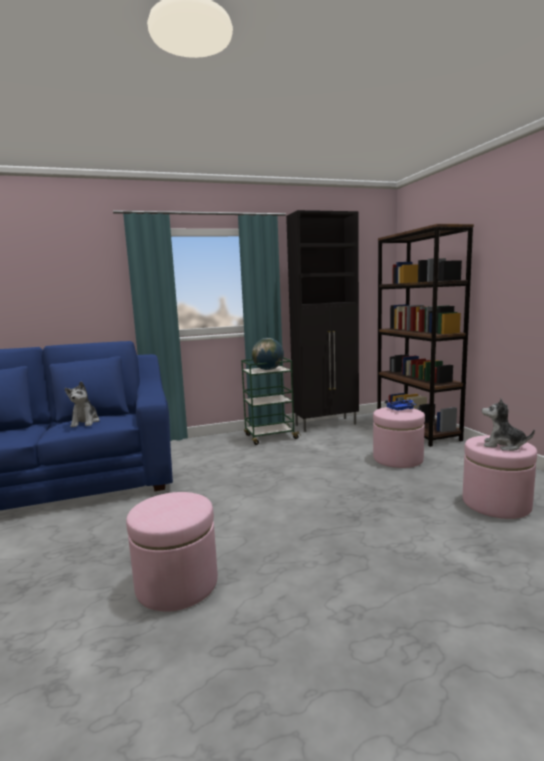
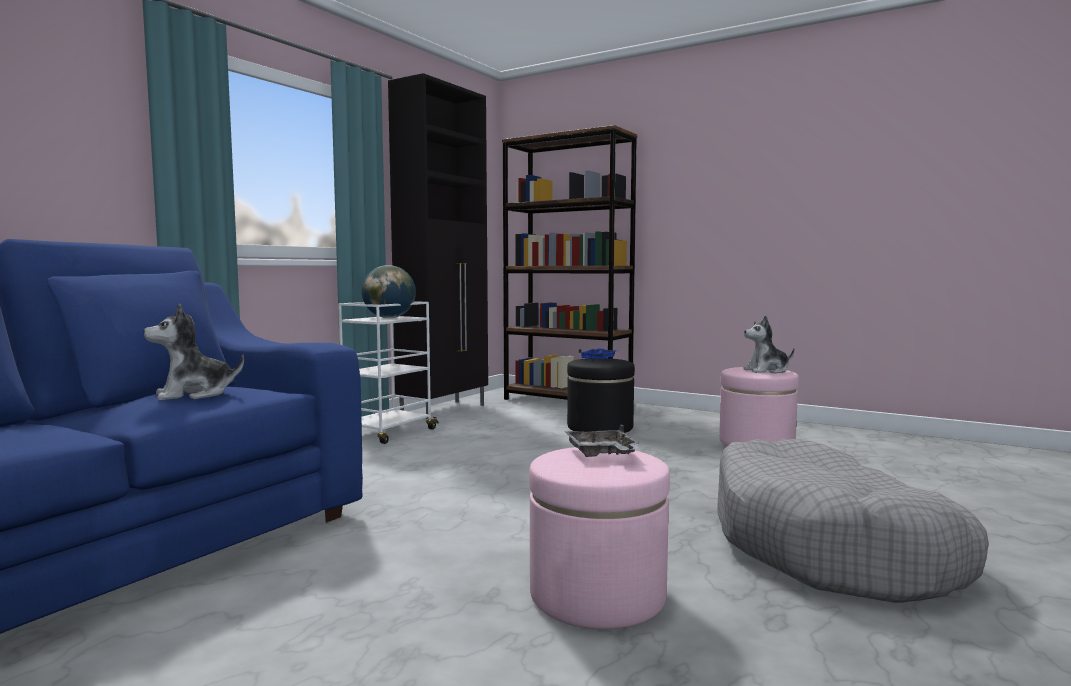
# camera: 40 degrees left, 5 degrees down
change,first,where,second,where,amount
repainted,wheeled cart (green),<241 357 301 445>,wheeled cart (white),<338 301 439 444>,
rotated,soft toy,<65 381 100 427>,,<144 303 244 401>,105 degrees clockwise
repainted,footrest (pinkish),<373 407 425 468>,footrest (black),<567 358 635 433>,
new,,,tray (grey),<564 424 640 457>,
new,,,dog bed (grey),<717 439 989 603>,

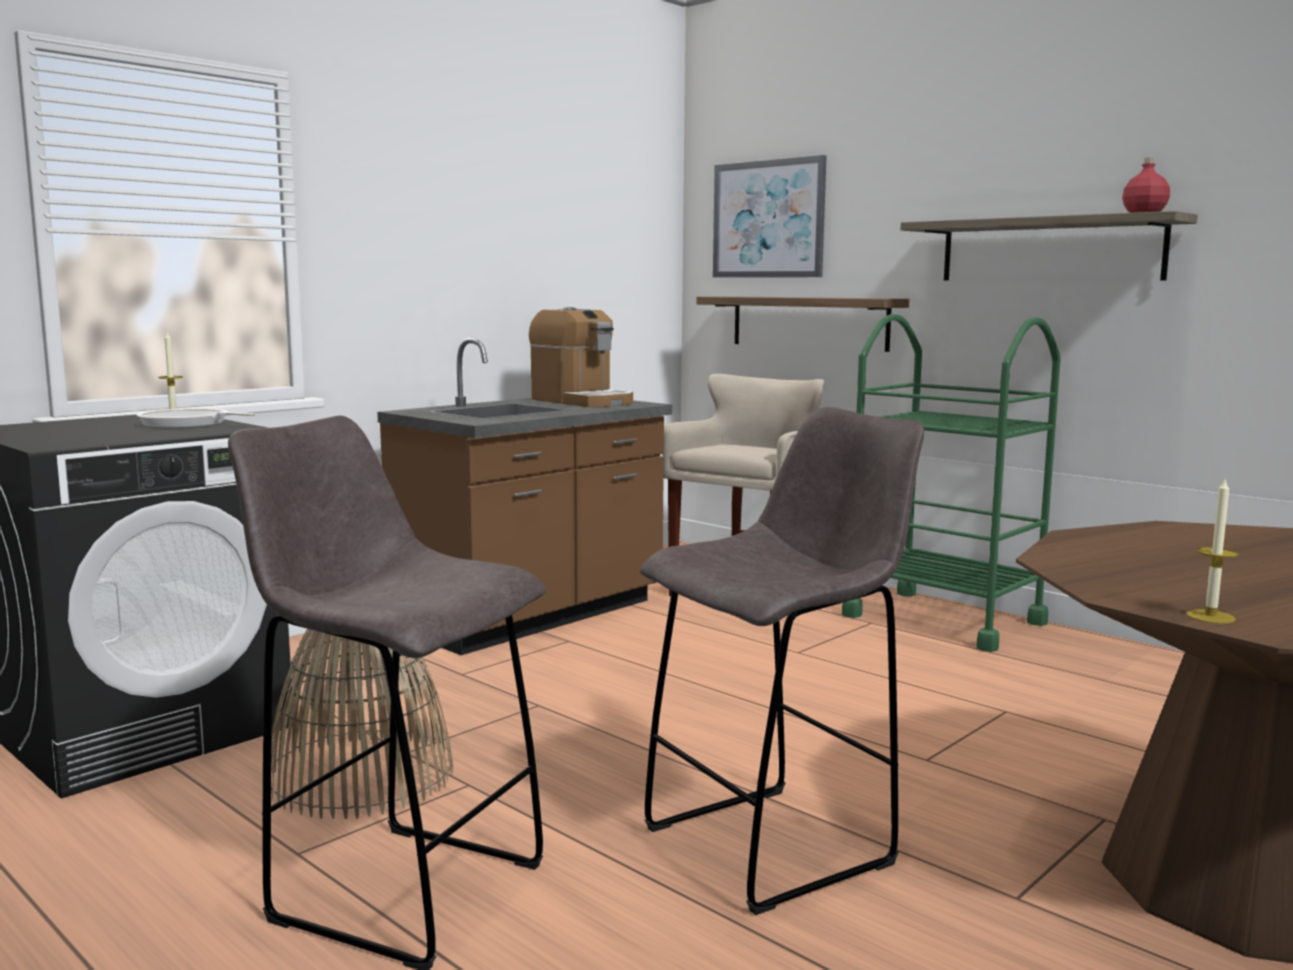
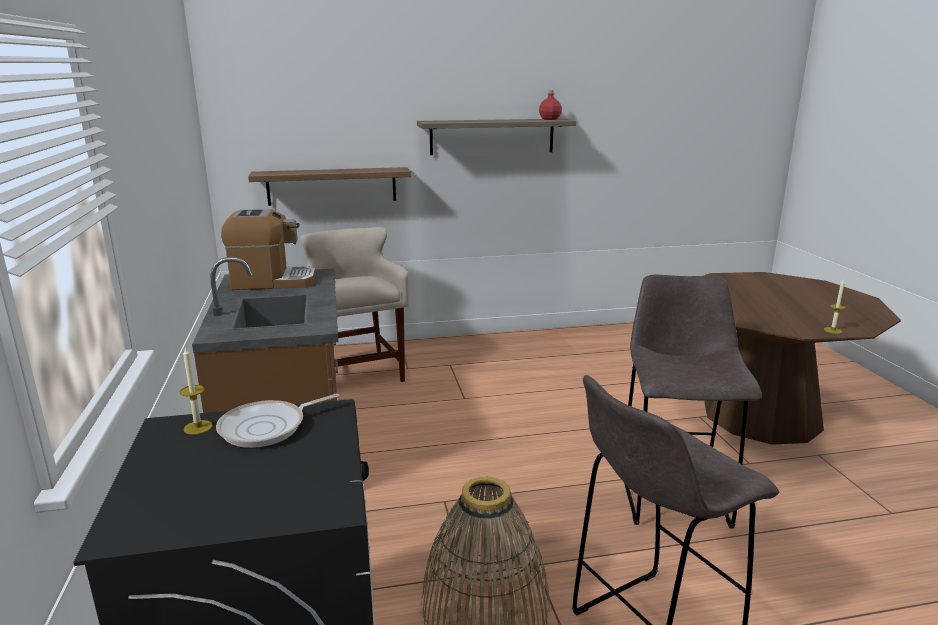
# camera: 55 degrees left, 10 degrees up
change,first,where,second,where,amount
gone,wall picture,<713 155 827 278>,,,
gone,wheeled cart (green),<842 314 1061 652>,,,

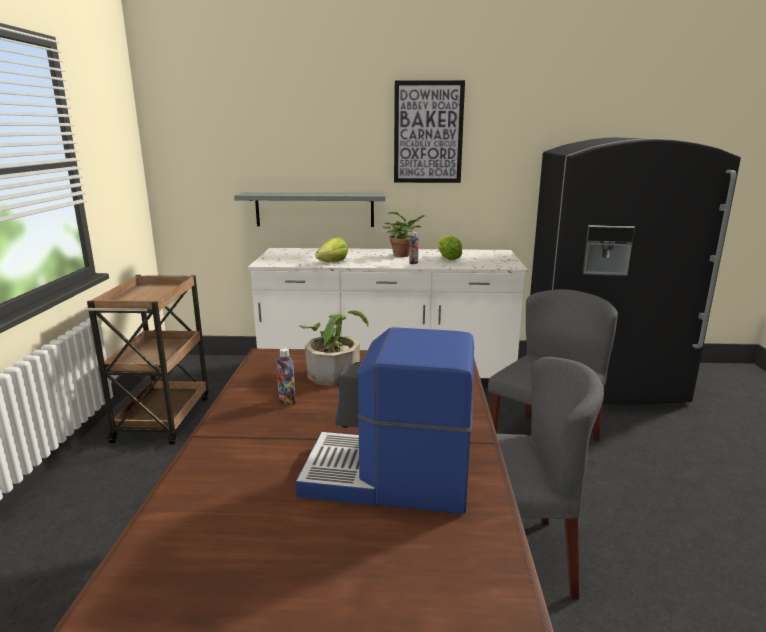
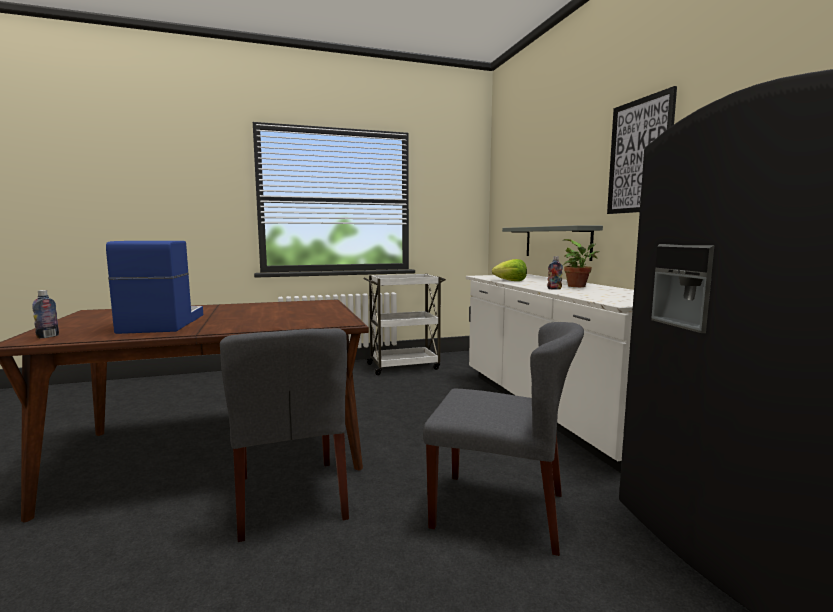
# camera: 70 degrees right, 10 degrees down
change,first,where,second,where,amount
gone,head of lettuce,<438 235 462 260>,,,
repainted,wheeled cart (brown),<87 275 208 445>,wheeled cart (white),<364 274 446 375>,
gone,plant in a pot,<299 310 369 386>,,,
shifted,drink bottle,<276 348 296 406>,,<32 290 59 338>,

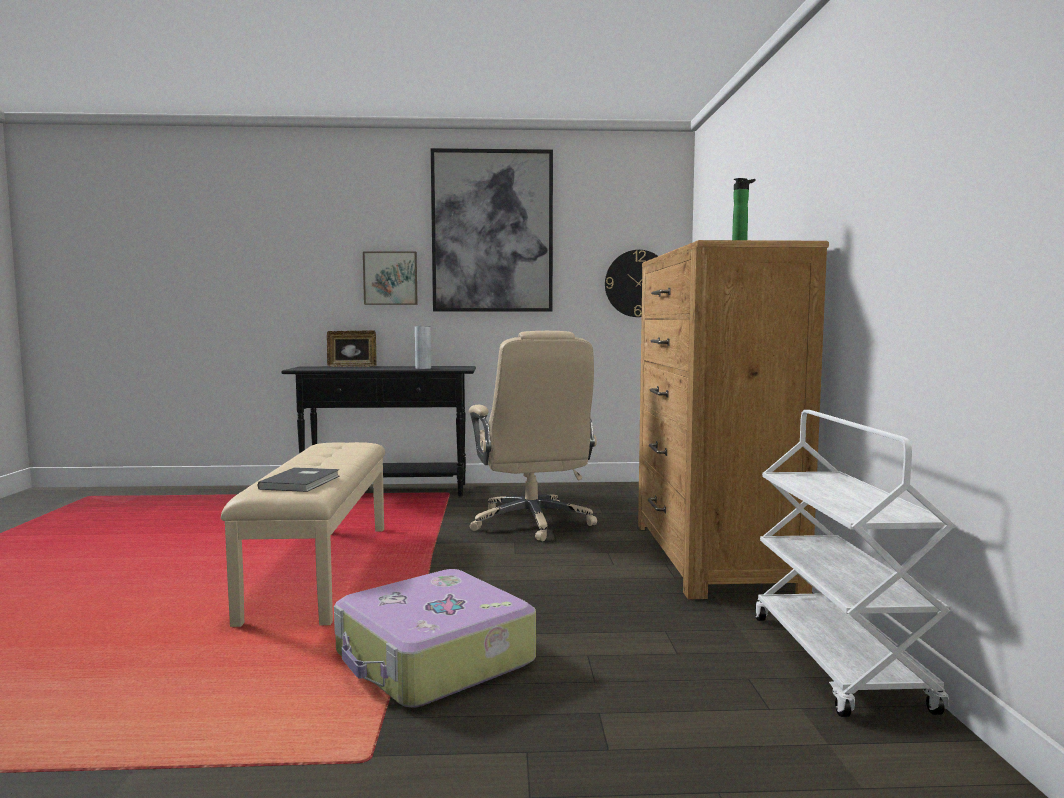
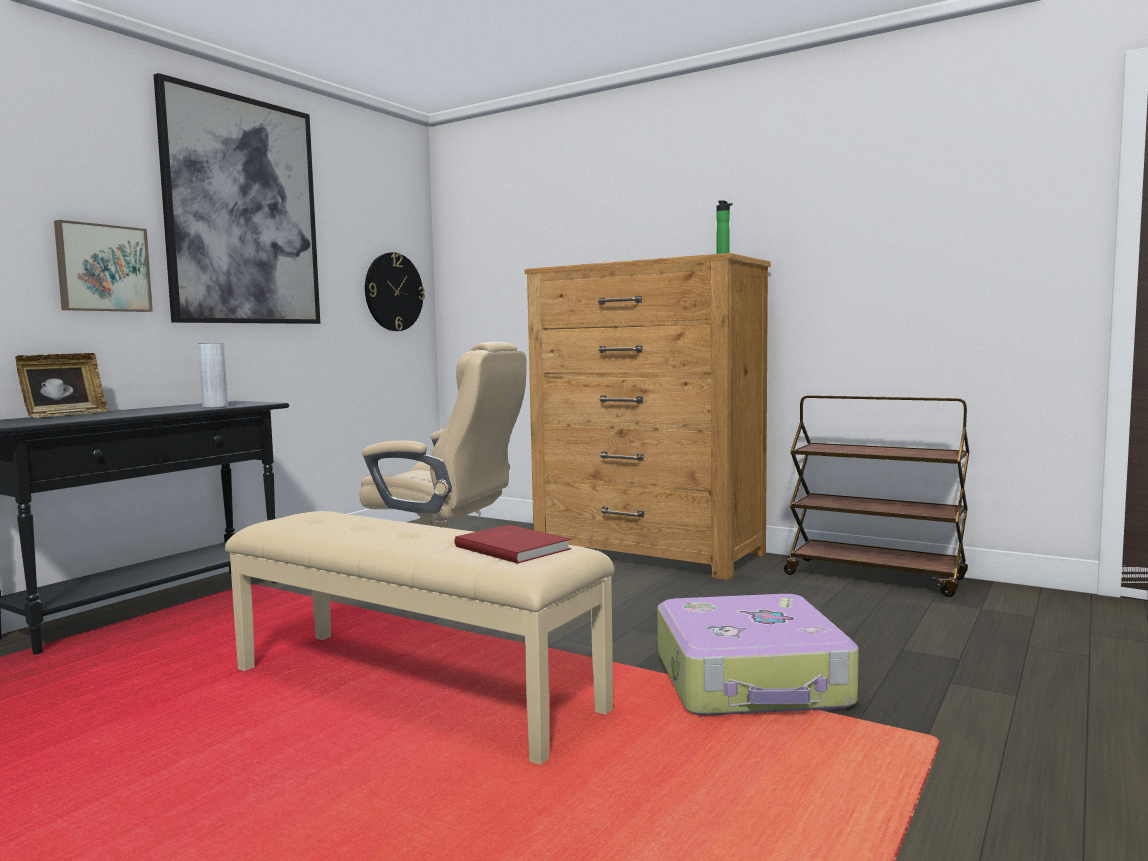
# camera: 55 degrees left, 0 degrees up
change,first,where,second,where,amount
repainted,wheeled cart (white),<755 410 956 717>,wheeled cart (brown),<784 395 969 597>,
repainted,volume (grey),<258 467 340 492>,volume (red),<454 525 571 564>,

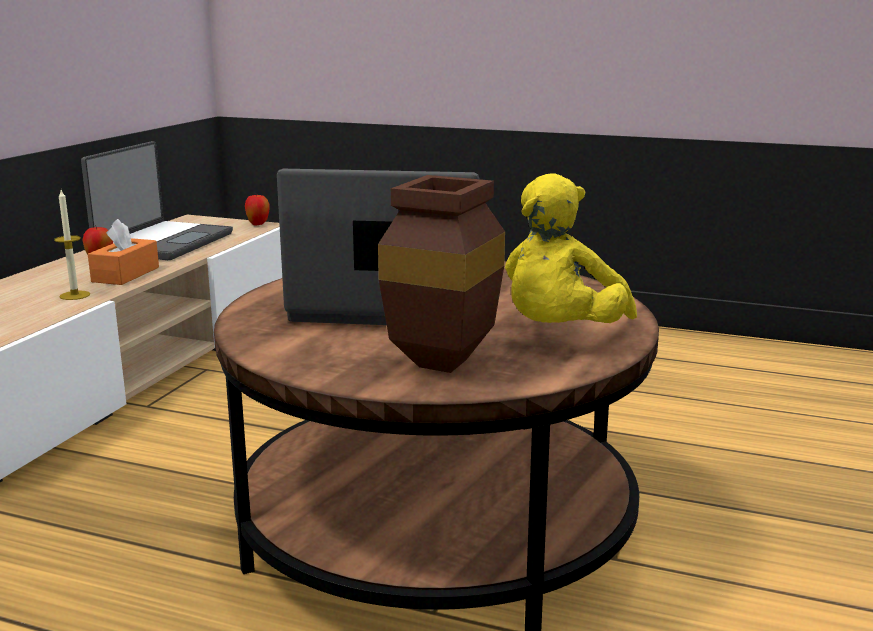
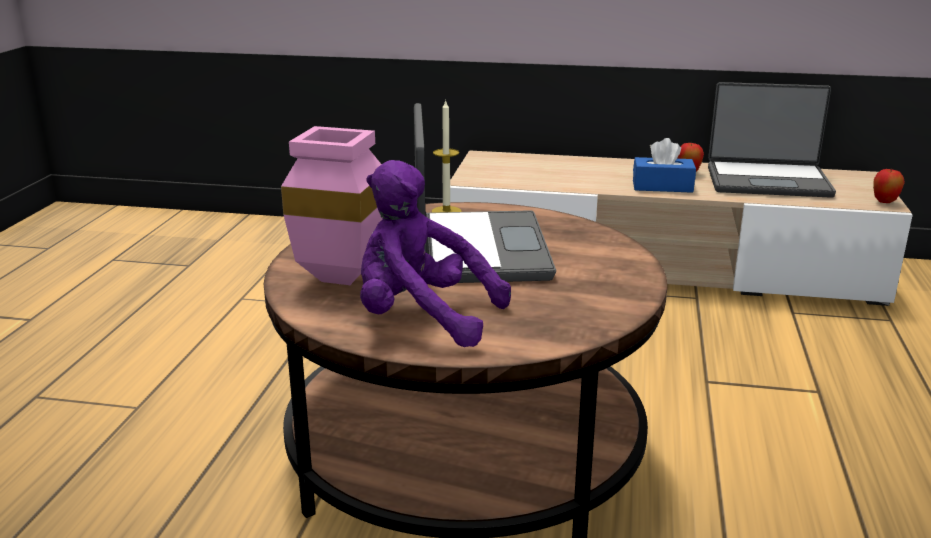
# camera: 80 degrees right, 5 degrees up
change,first,where,second,where,amount
repainted,soft toy (yellowish),<505 173 637 323>,soft toy (purplish),<360 160 511 347>,
repainted,vase (brown),<378 175 505 373>,vase (pinkish),<281 126 383 285>,
shifted,candle,<54 190 90 300>,,<432 99 462 213>,
repainted,tissue box (orangey),<88 219 159 285>,tissue box (blue),<633 138 696 193>,

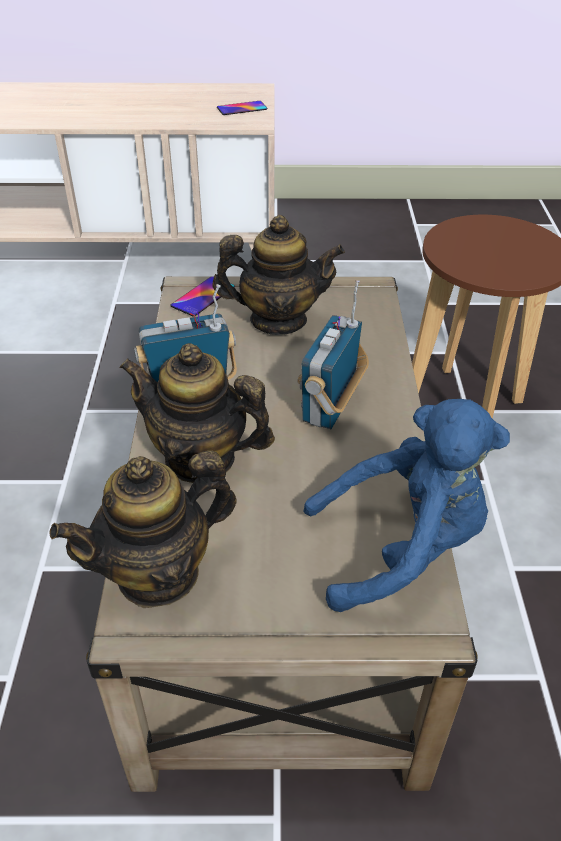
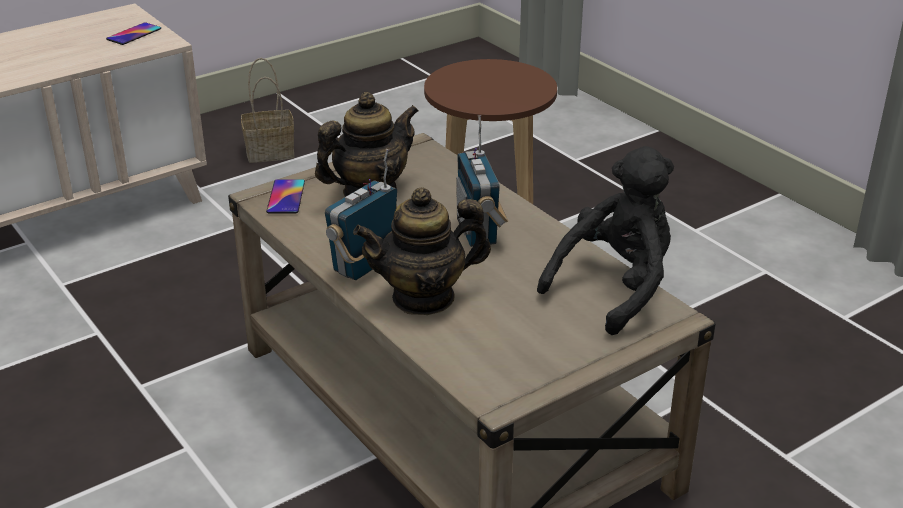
# camera: 35 degrees left, 10 degrees down
change,first,where,second,where,amount
repainted,soft toy (blue),<303 399 510 612>,soft toy (black),<537 146 674 335>,
gone,teapot,<49 451 236 608>,,,
new,,,basket,<241 58 294 163>,

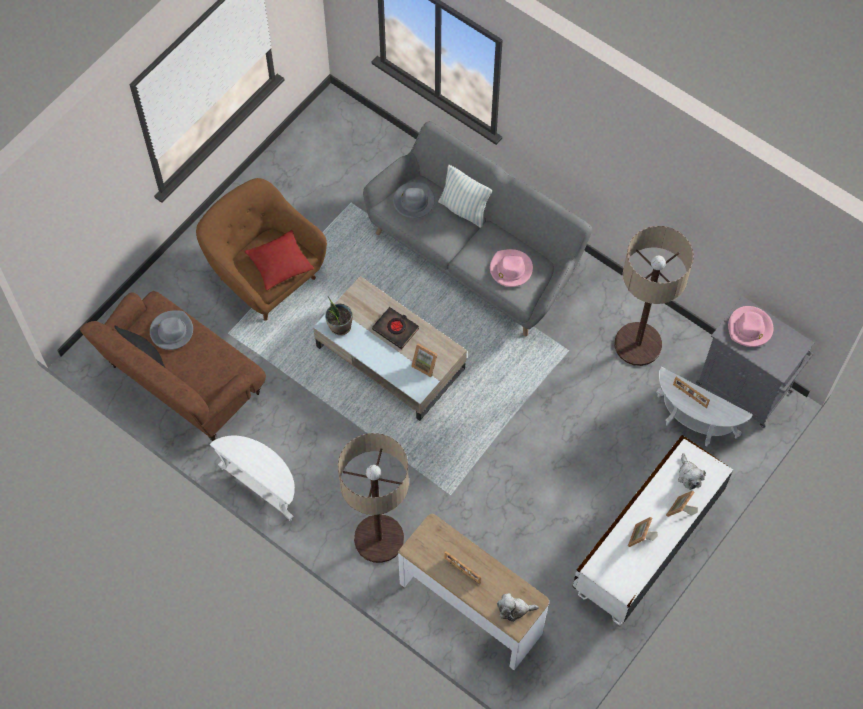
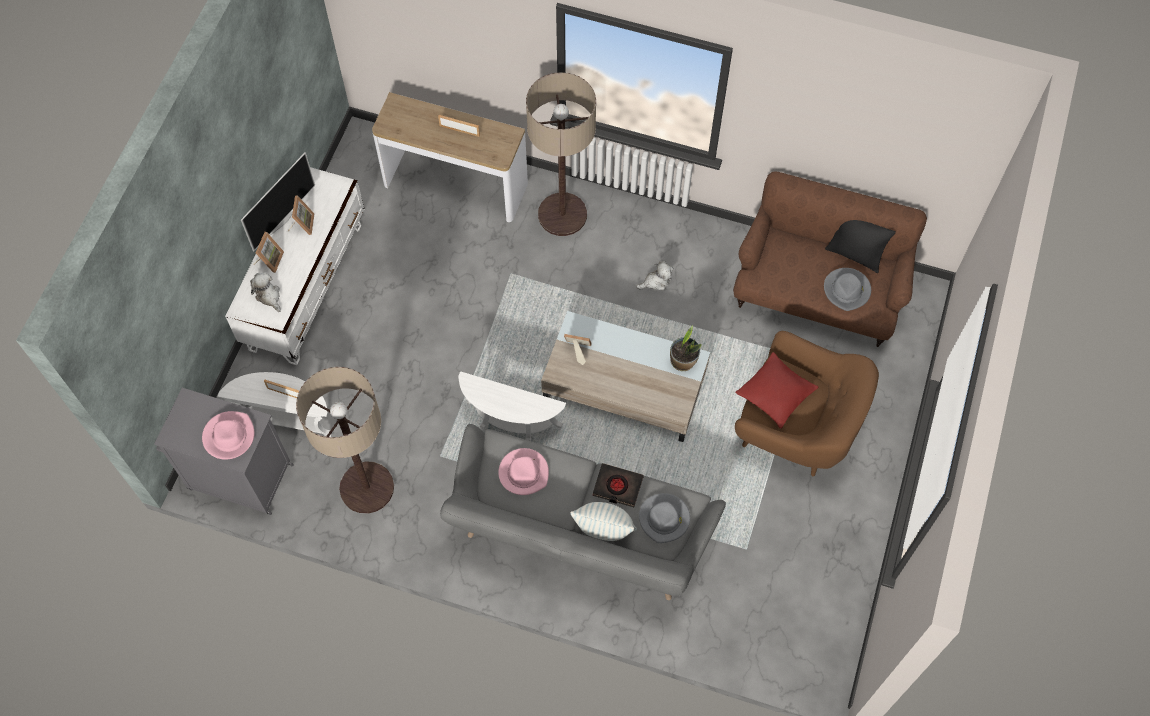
# camera: 160 degrees right, 0 degrees up
change,first,where,second,where,amount
shifted,volume (black),<372 307 419 349>,,<593 463 644 507>,
shifted,end table (white),<210 436 295 521>,,<458 371 566 441>,
shifted,soft toy,<497 593 539 622>,,<636 261 674 291>,
new,,,television,<241 152 315 251>,

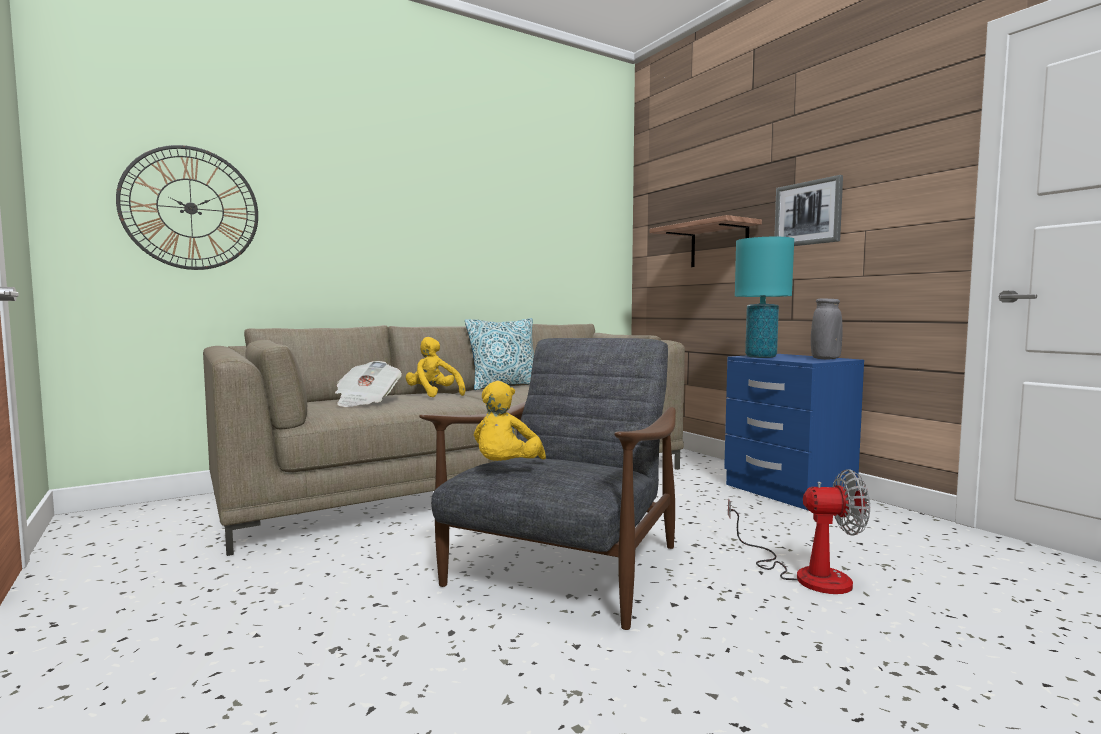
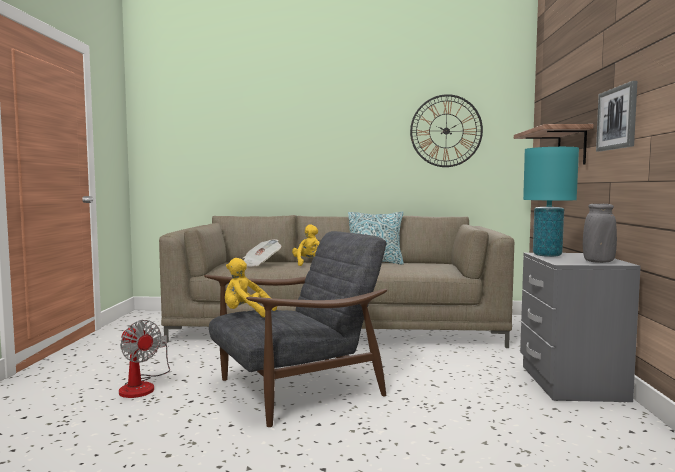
# camera: 35 degrees right, 0 degrees up
change,first,where,second,where,amount
shifted,wall clock,<116 145 258 270>,,<410 94 483 167>,
repainted,night table (blue),<724 354 864 511>,night table (grey),<520 253 641 402>,
rotated,soft toy (yellowish),<474 381 546 461>,,<225 258 277 317>,45 degrees clockwise
shifted,electric fan,<728 469 870 594>,,<119 320 170 398>,

